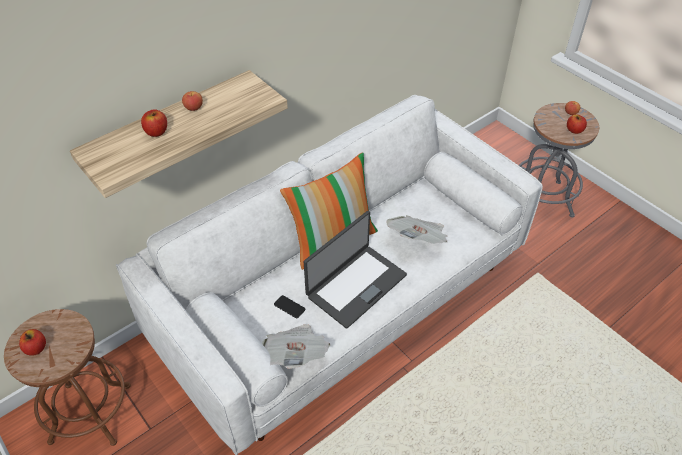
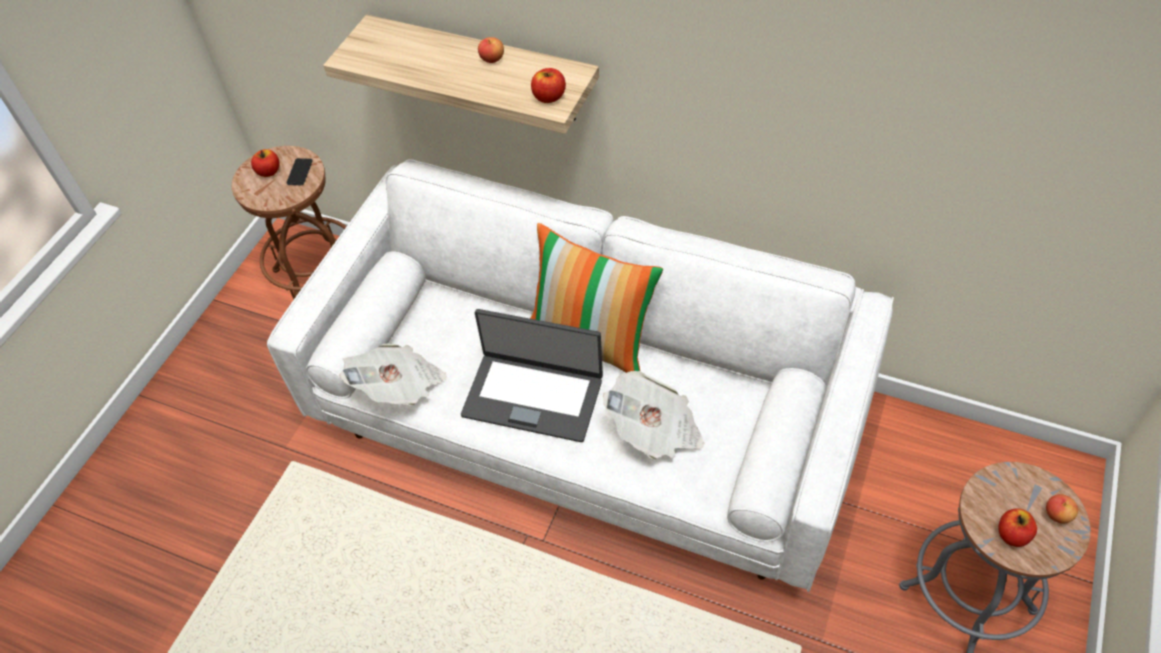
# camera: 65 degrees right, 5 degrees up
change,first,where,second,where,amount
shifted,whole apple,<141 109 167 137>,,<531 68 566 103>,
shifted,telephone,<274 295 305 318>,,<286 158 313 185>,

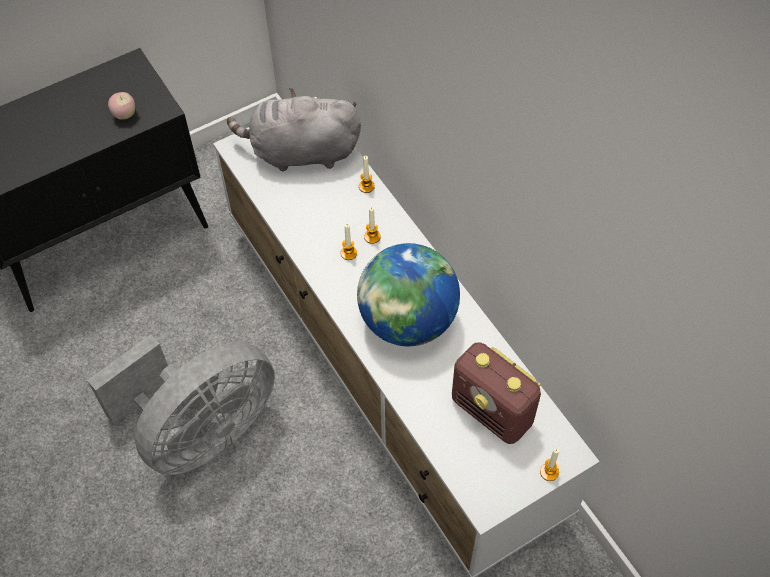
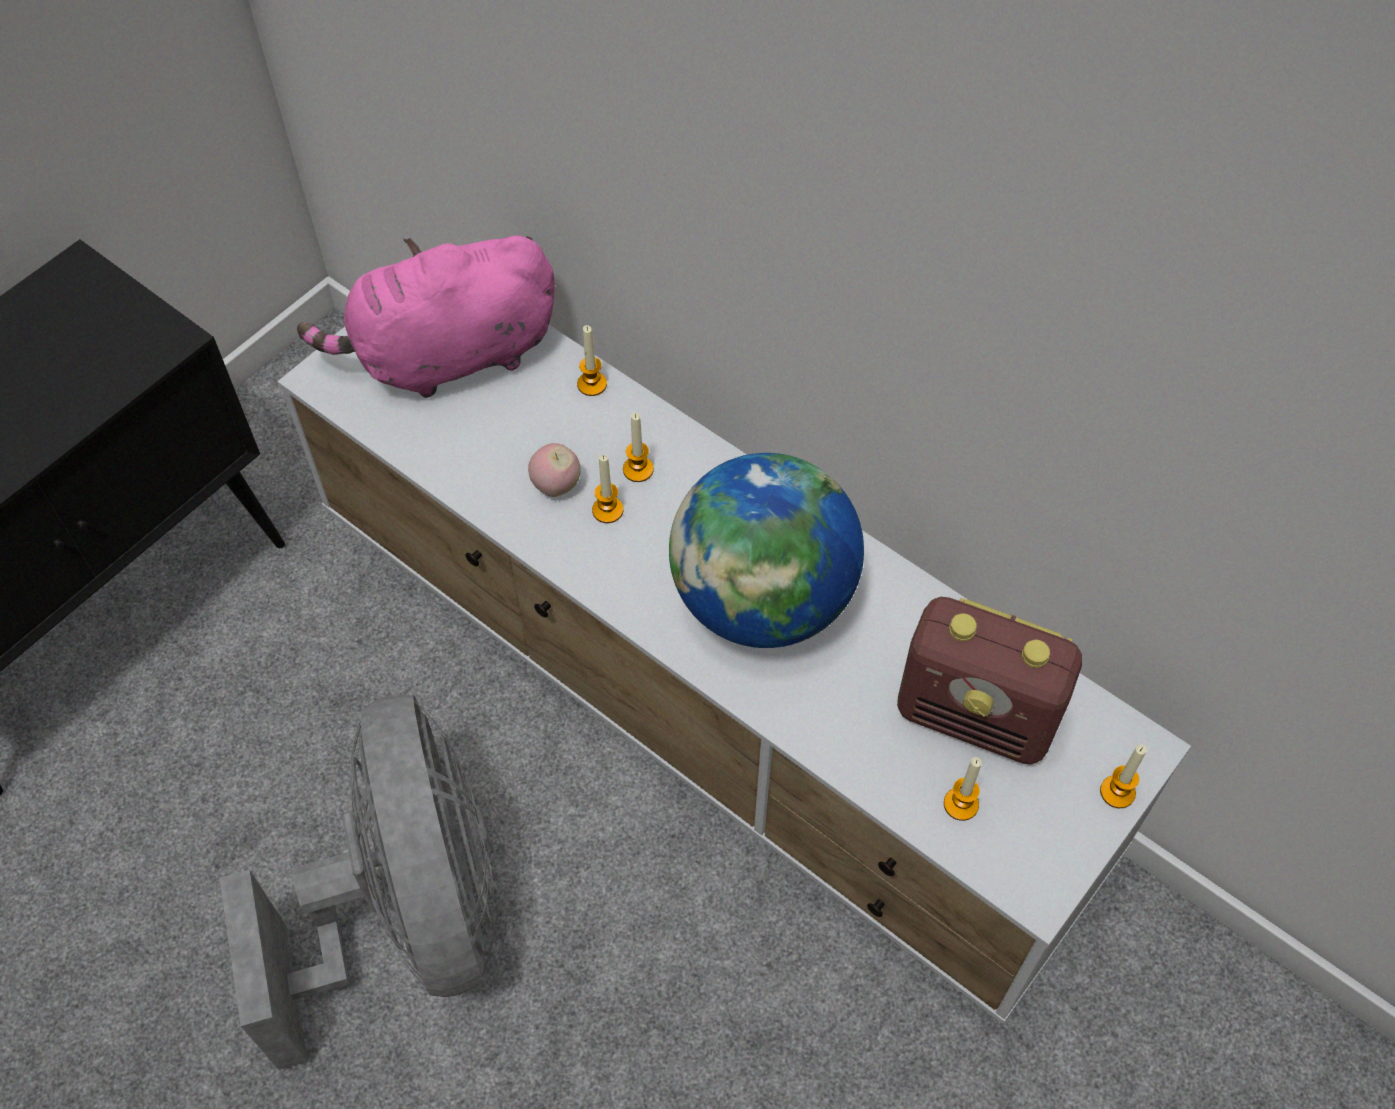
# camera: 20 degrees left, 0 degrees up
change,first,where,second,where,amount
repainted,soft toy (grey),<227 88 361 171>,soft toy (pinkish),<297 236 555 398>,
shifted,whole apple,<108 92 135 119>,,<528 443 581 497>,
rotated,electric fan (grey),<87 335 275 475>,,<220 695 495 1070>,45 degrees counterclockwise
new,,,candle,<944 757 981 821>,

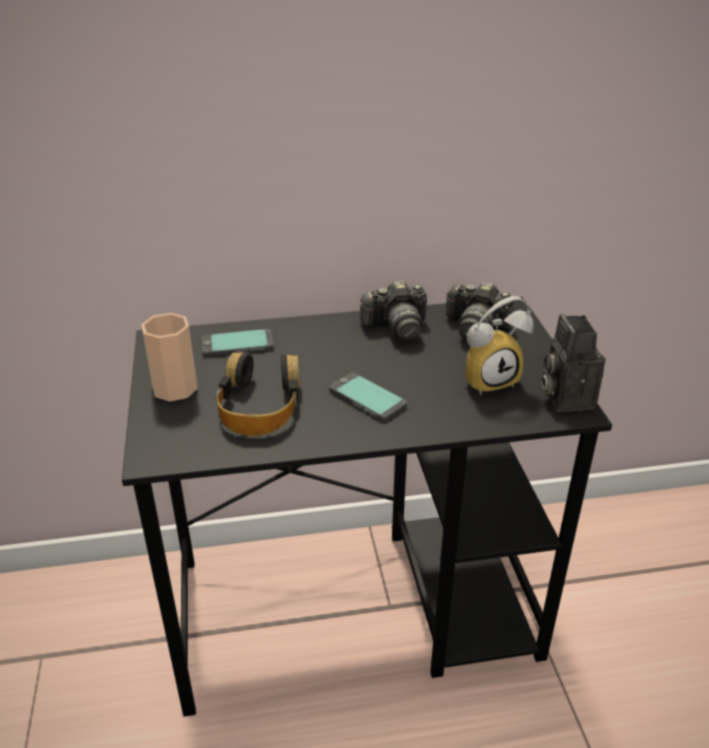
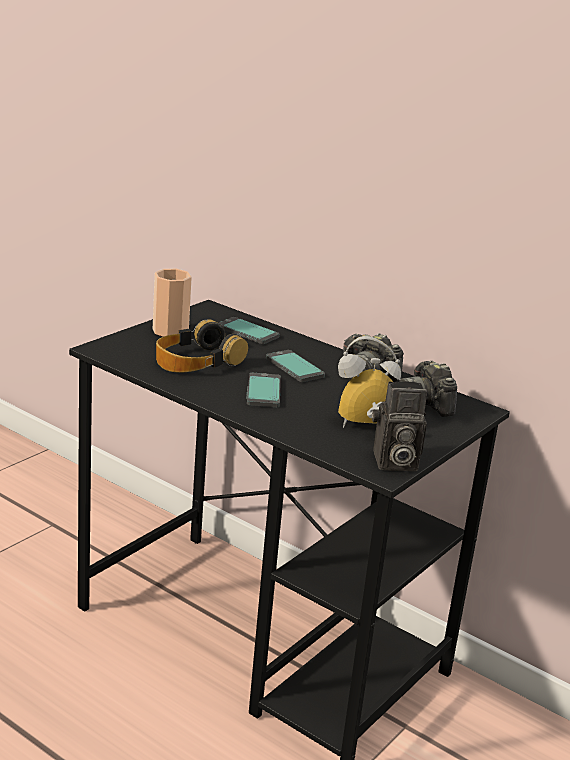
# camera: 45 degrees right, 10 degrees down
change,first,where,second,where,amount
rotated,table clock,<465 296 534 396>,,<338 336 401 428>,150 degrees clockwise
rotated,still camera,<541 313 606 412>,,<372 381 427 471>,135 degrees counterclockwise
new,,,telephone,<266 350 325 382>,

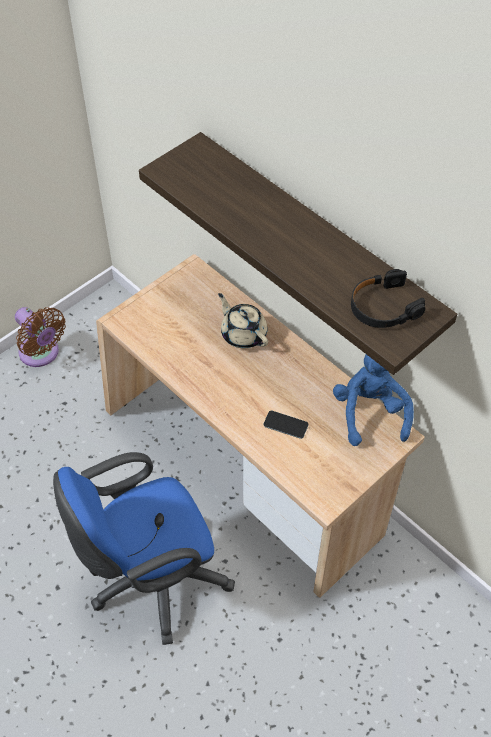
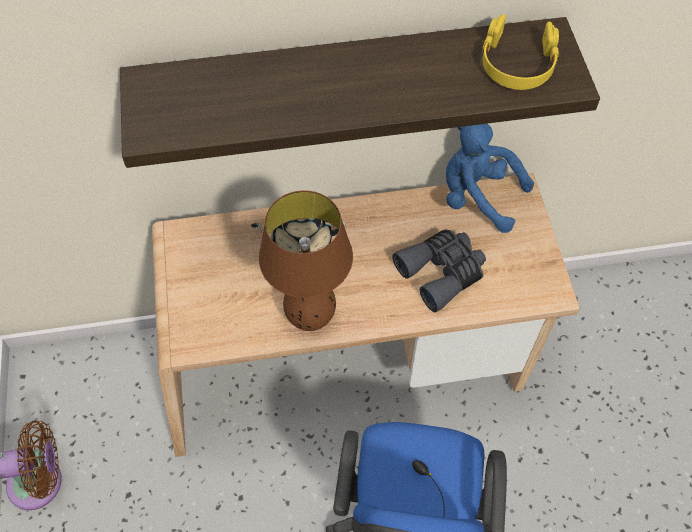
# camera: 55 degrees left, 5 degrees up
change,first,where,second,where,amount
repainted,headphones (black),<351 269 425 328>,headphones (yellowish),<482 14 559 90>,
swapped,telephone,<263 410 309 439>,field glasses (grey),<392 229 486 312>,
new,,,table lamp (brown),<259 190 353 331>,

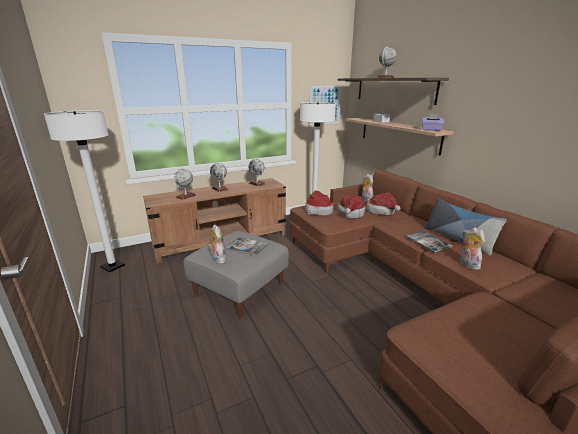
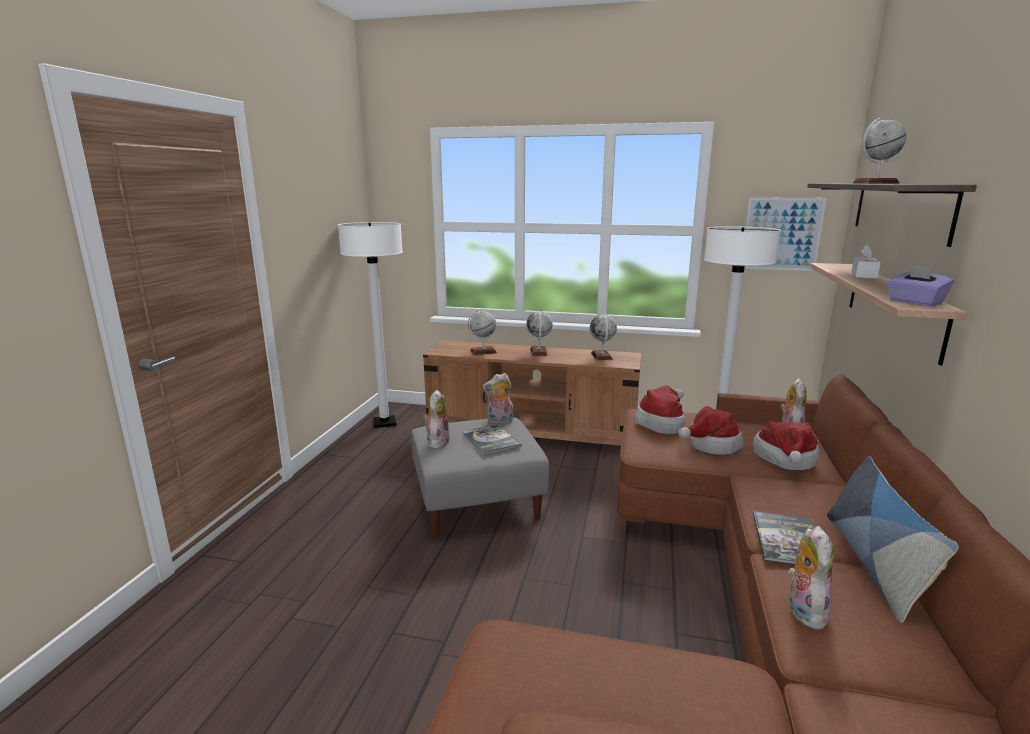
# camera: 40 degrees right, 5 degrees down
change,first,where,second,where,amount
new,,,soft toy,<483 373 513 424>,

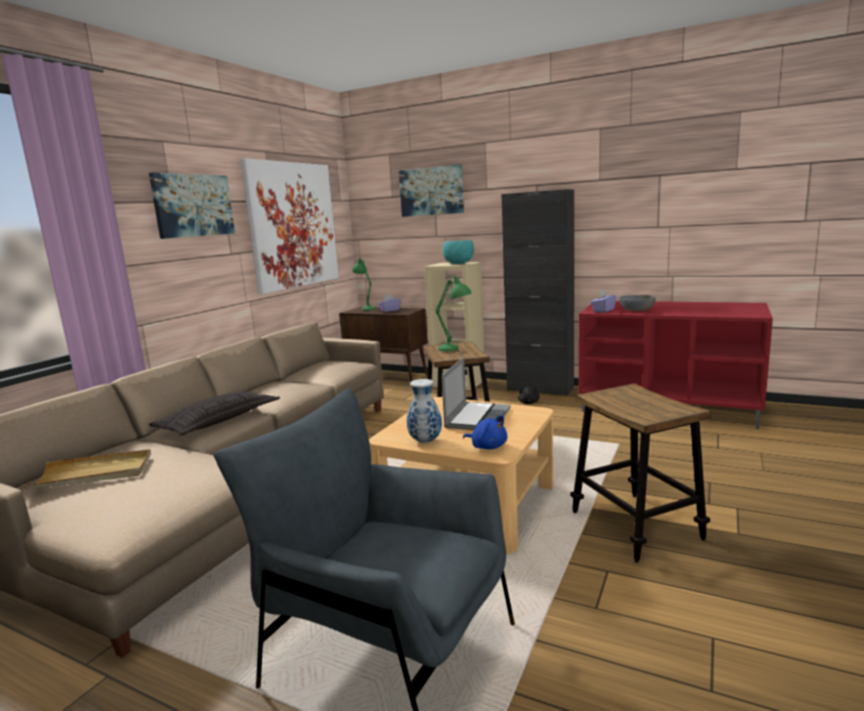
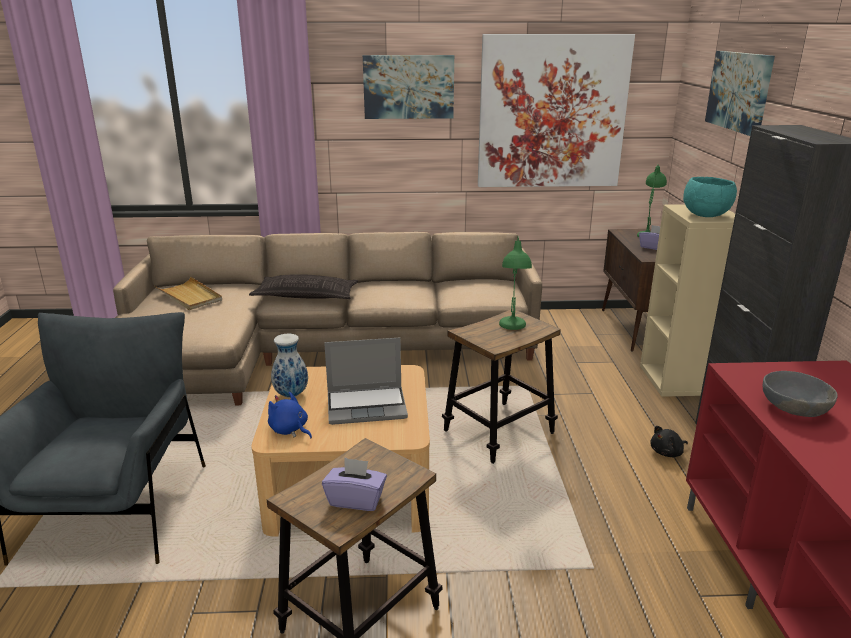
# camera: 60 degrees right, 10 degrees up
change,first,where,second,where,amount
shifted,tissue box (purplish),<591 290 617 313>,,<322 457 387 511>,
rotated,soft toy (blue),<463 416 507 449>,,<268 392 312 439>,120 degrees clockwise

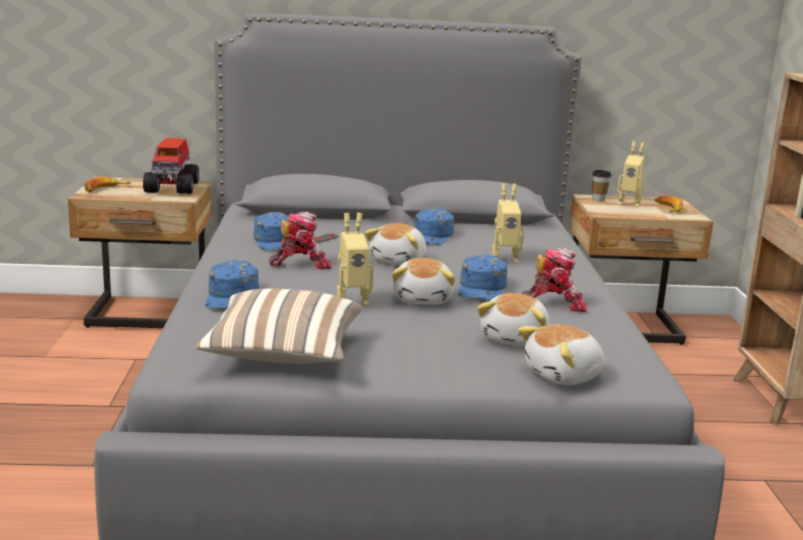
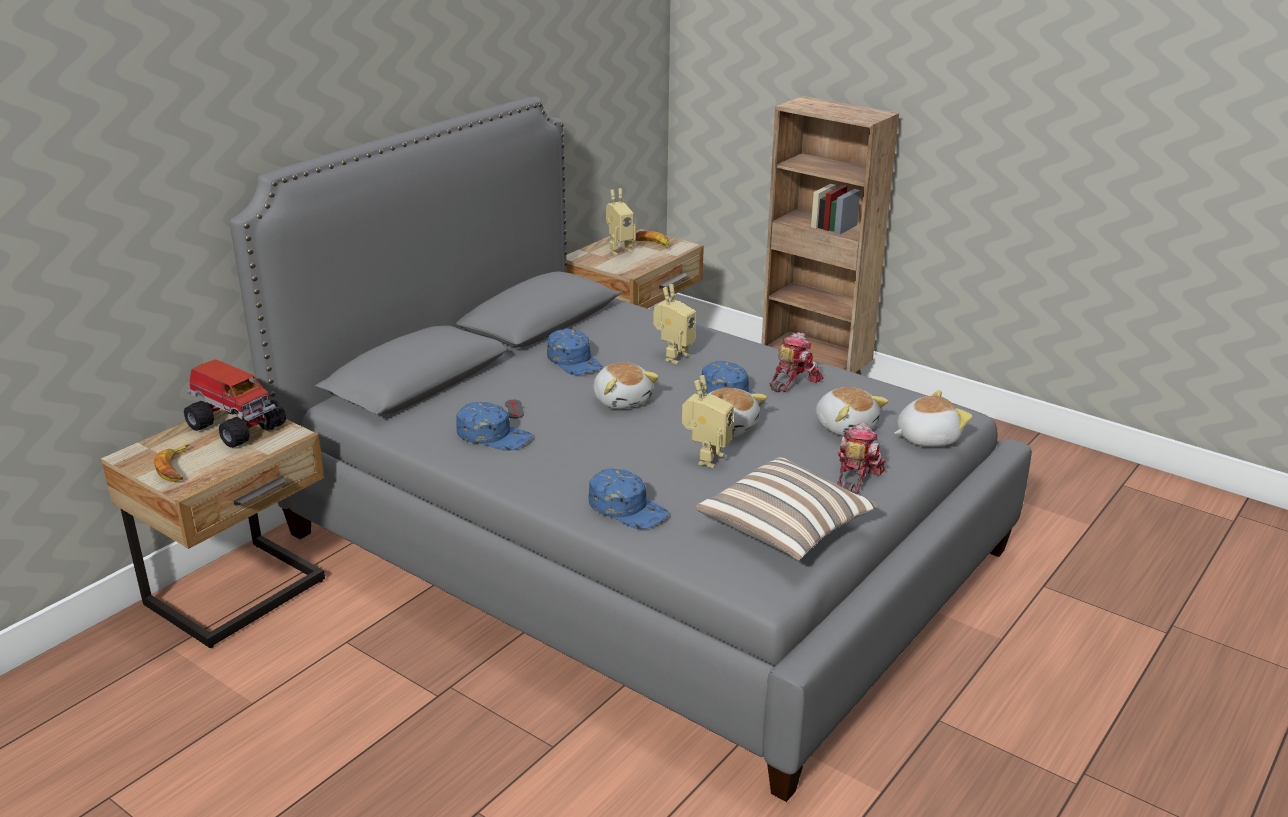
# camera: 50 degrees left, 10 degrees up
change,first,where,second,where,amount
gone,drinking cup,<592 170 612 202>,,,
shifted,toy robot,<269 212 331 269>,,<836 422 886 494>,
rotated,soft toy,<518 324 605 385>,,<894 390 972 447>,120 degrees counterclockwise

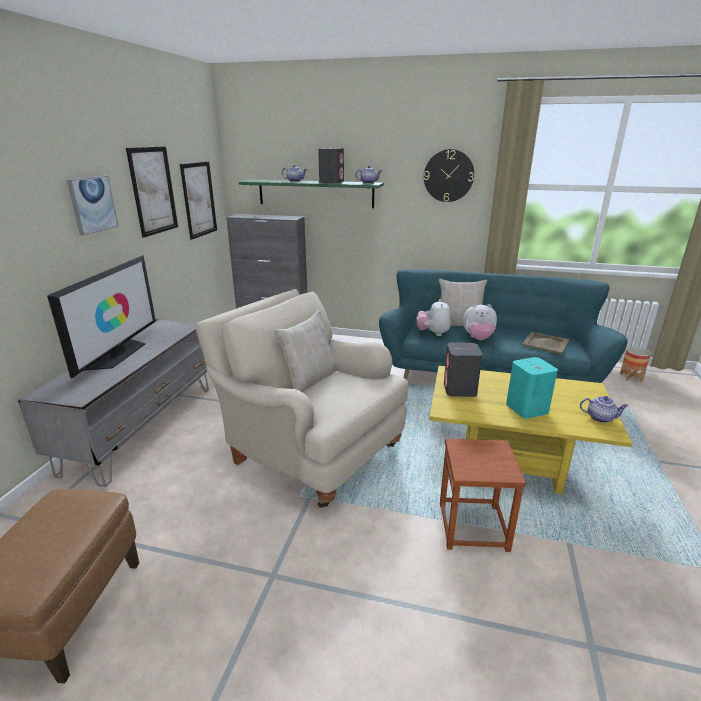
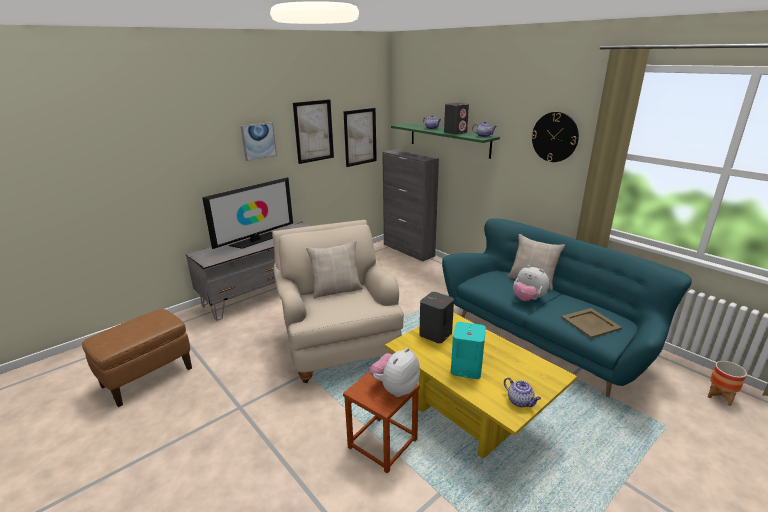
# camera: 35 degrees right, 0 degrees up
change,first,where,second,where,amount
shifted,soft toy,<416 299 451 336>,,<370 348 420 397>,

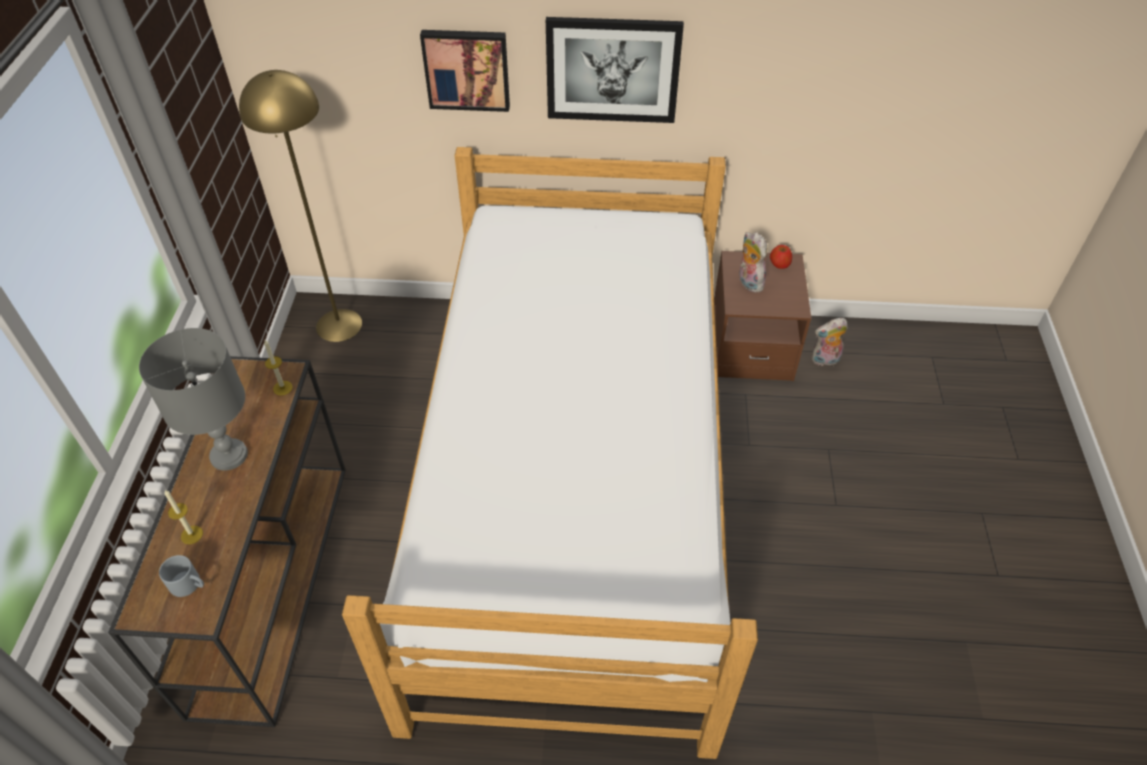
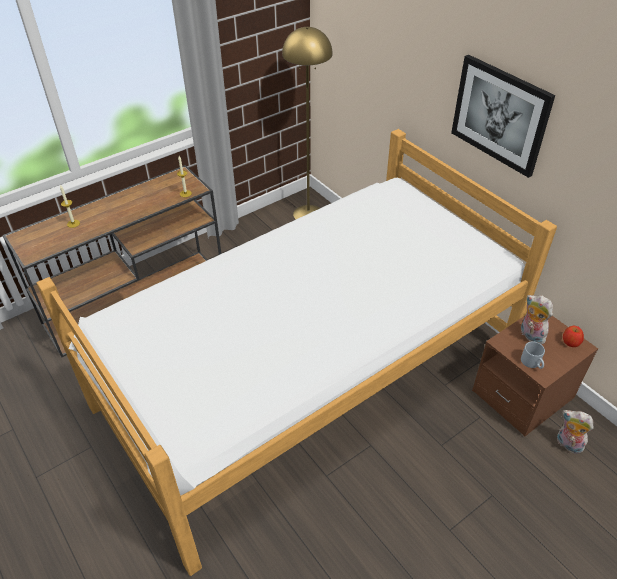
# camera: 50 degrees right, 5 degrees down
change,first,where,second,where,amount
gone,wall picture,<420 30 510 112>,,,
rotated,soft toy,<739 232 767 292>,,<521 295 553 344>,60 degrees counterclockwise
gone,table lamp (grey),<139 328 248 471>,,,
shifted,tea mug (grey),<159 555 204 597>,,<521 342 545 369>,

